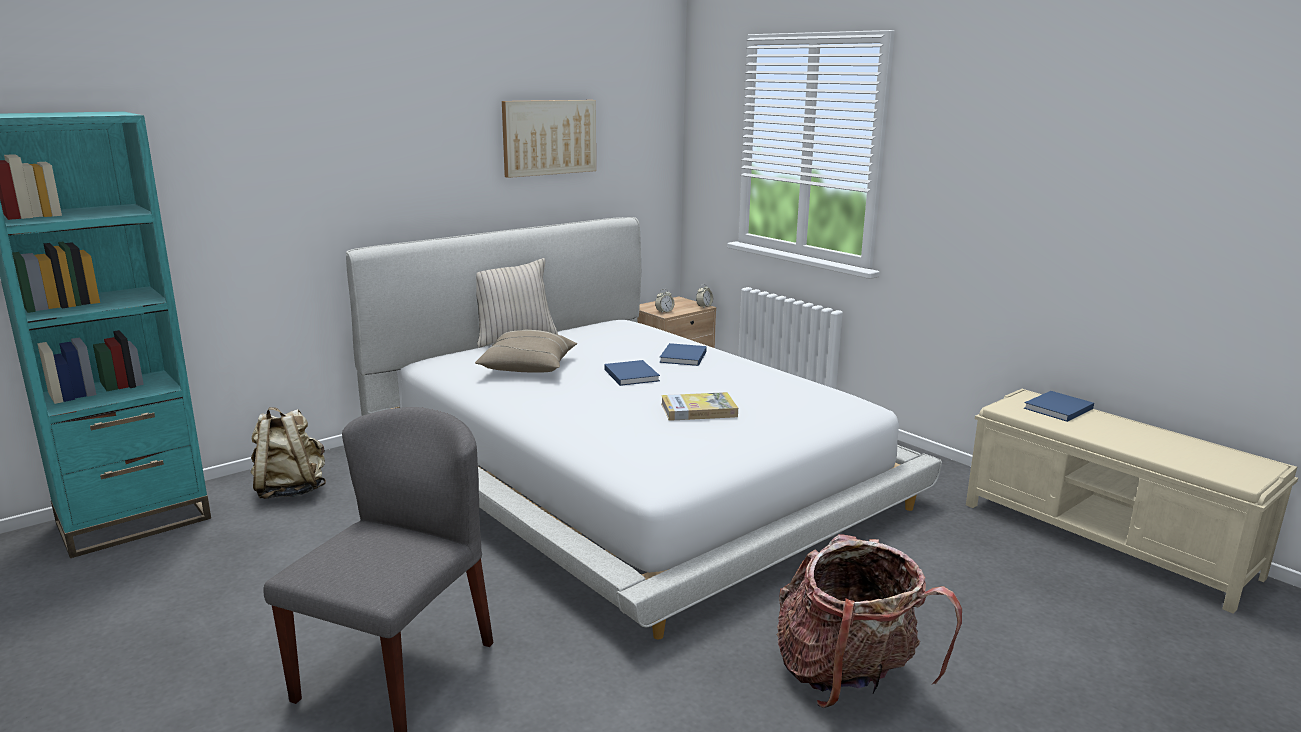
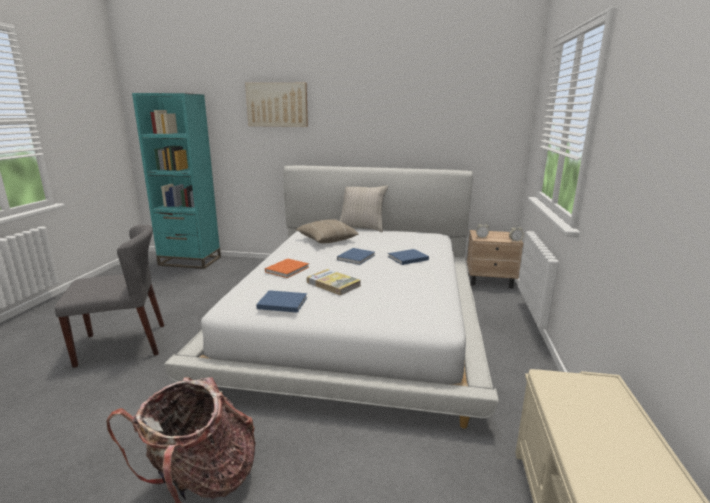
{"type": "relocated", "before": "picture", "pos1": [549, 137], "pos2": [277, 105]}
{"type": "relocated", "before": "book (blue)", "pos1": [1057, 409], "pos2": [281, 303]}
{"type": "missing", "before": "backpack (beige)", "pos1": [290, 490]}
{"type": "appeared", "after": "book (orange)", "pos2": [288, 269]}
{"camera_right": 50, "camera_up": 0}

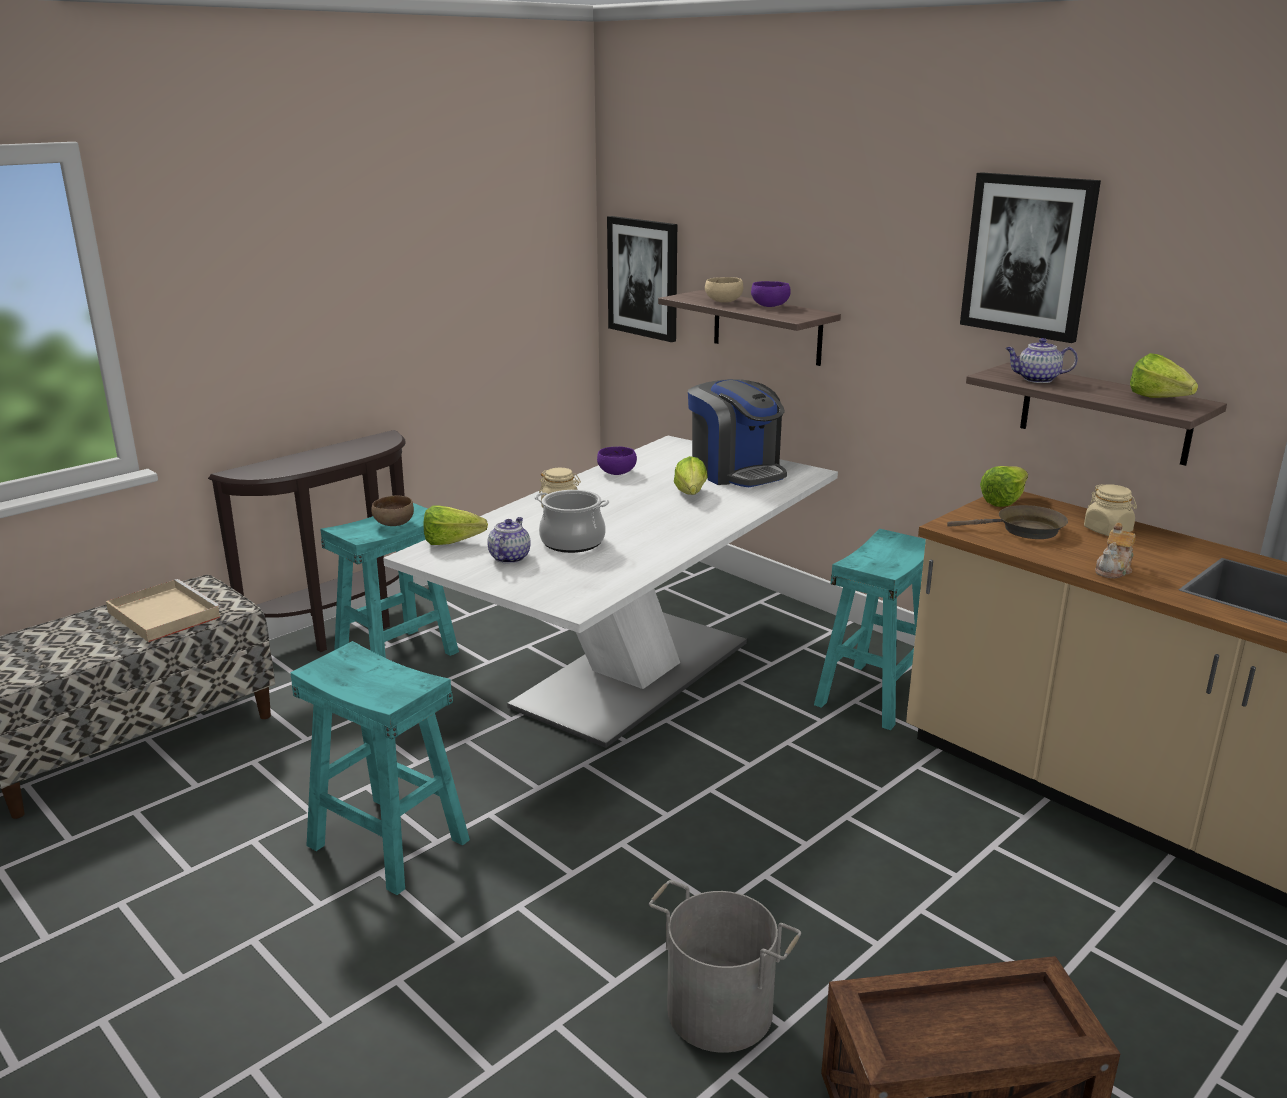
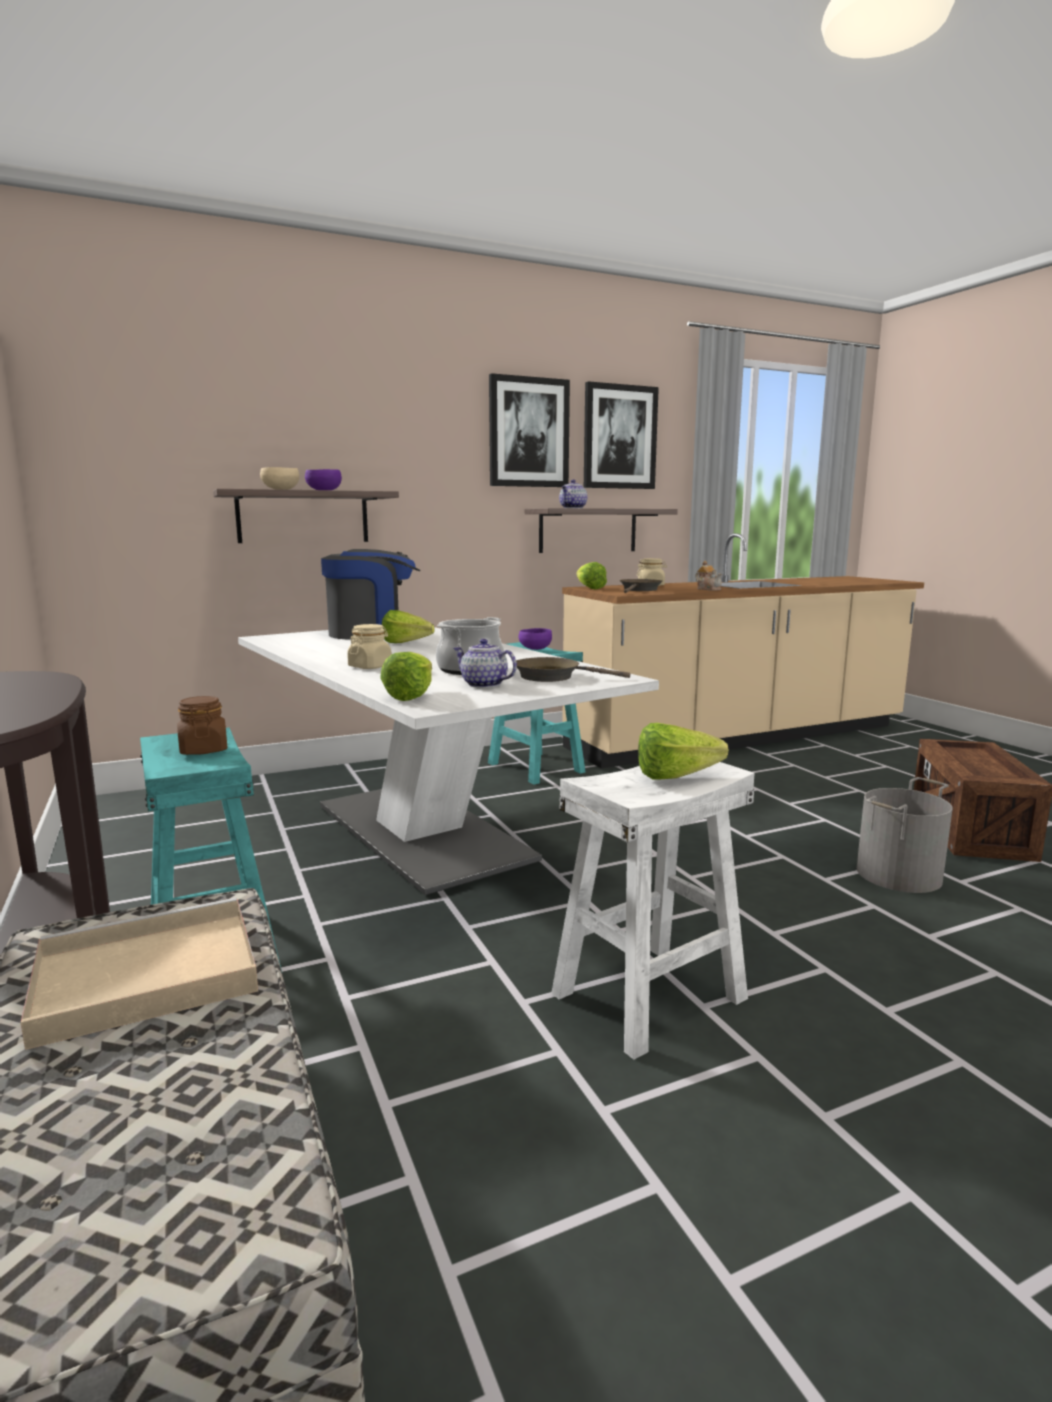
{"type": "relocated", "before": "picture", "pos1": [643, 278], "pos2": [619, 437]}
{"type": "relocated", "before": "lettuce", "pos1": [1162, 400], "pos2": [683, 777]}
{"type": "relocated", "before": "bowl (purple)", "pos1": [616, 472], "pos2": [534, 649]}
{"type": "exchanged", "before": "bowl (brown)", "after": "jar (brown)", "pos1": [393, 524], "pos2": [204, 750]}
{"type": "colour", "before": "stool (turquoise)", "after": "stool (white)", "pos1": [387, 843], "pos2": [649, 997]}
{"type": "appeared", "after": "frying pan (brown)", "pos2": [552, 677]}
{"camera_right": -70, "camera_up": -10}

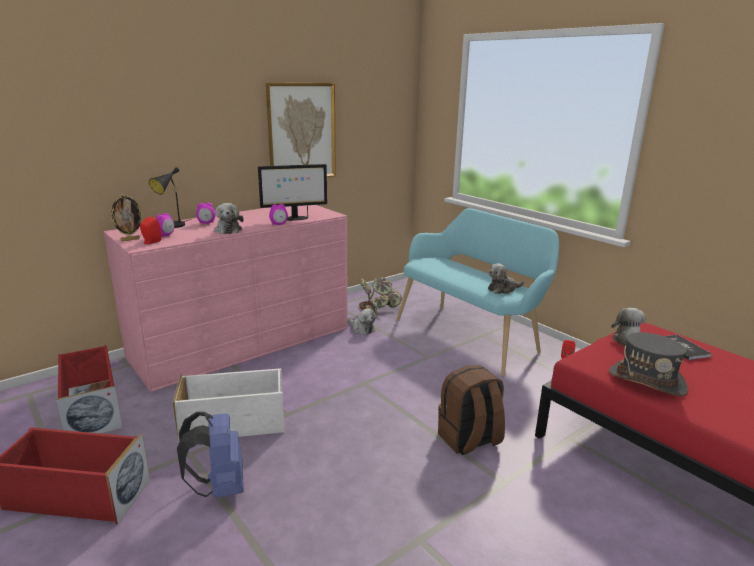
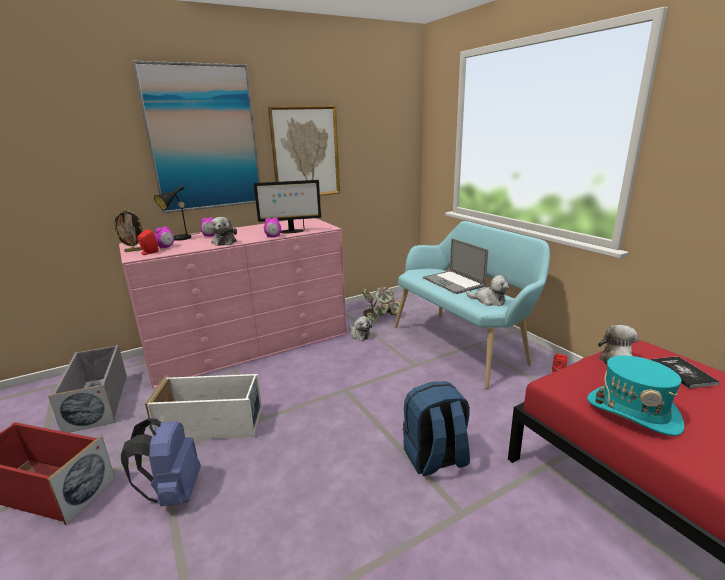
{"type": "spun", "before": "plush toy", "pos1": [503, 289], "pos2": [489, 301], "turn": -135}
{"type": "colour", "before": "hat (grey)", "after": "hat (turquoise)", "pos1": [647, 380], "pos2": [633, 412]}
{"type": "colour", "before": "storage box (red)", "after": "storage box (grey)", "pos1": [92, 408], "pos2": [98, 401]}
{"type": "colour", "before": "backpack (brown)", "after": "backpack (blue)", "pos1": [469, 440], "pos2": [435, 459]}
{"type": "appeared", "after": "picture", "pos2": [204, 139]}
{"type": "appeared", "after": "laptop", "pos2": [453, 282]}
{"camera_right": 10, "camera_up": 0}

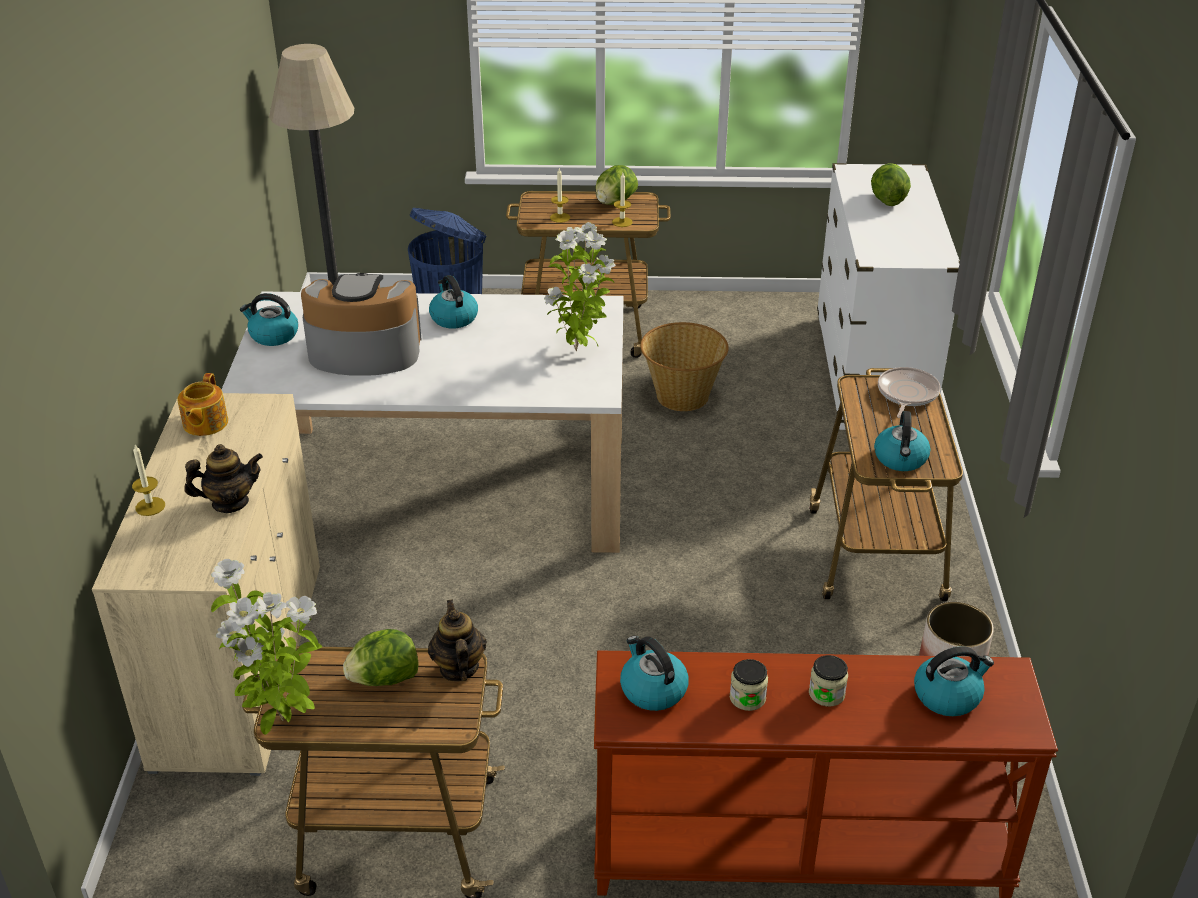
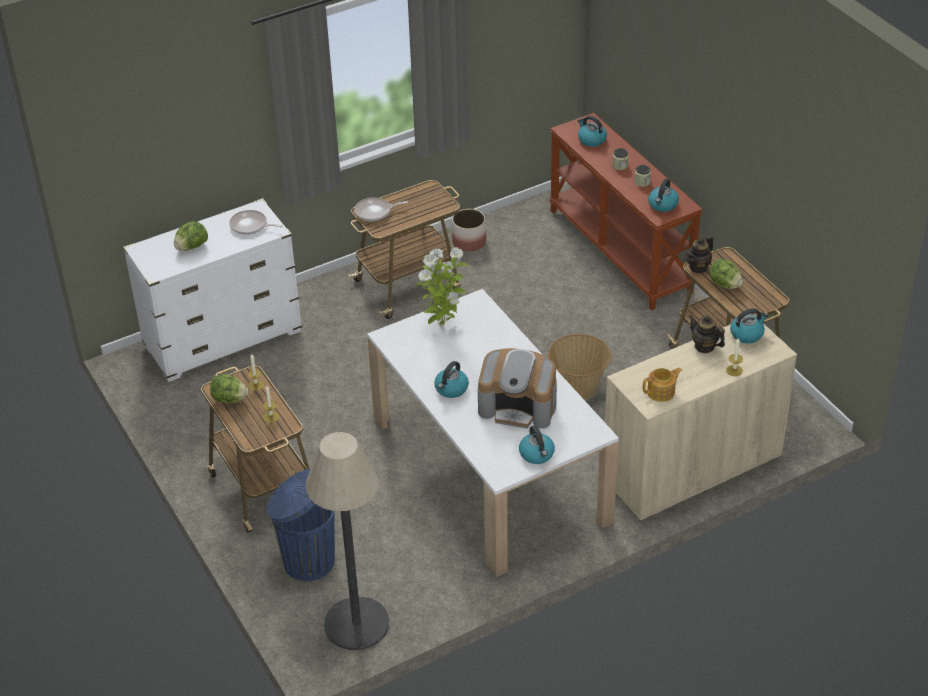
{"type": "spun", "before": "coffee machine", "pos1": [364, 352], "pos2": [518, 406], "turn": -45}
{"type": "relocated", "before": "basket", "pos1": [682, 396], "pos2": [578, 387]}
{"type": "relocated", "before": "kettle", "pos1": [900, 459], "pos2": [747, 334]}
{"type": "missing", "before": "potted plant", "pos1": [281, 723]}
{"type": "appeared", "after": "frying pan", "pos2": [250, 226]}
{"camera_right": -120, "camera_up": 5}

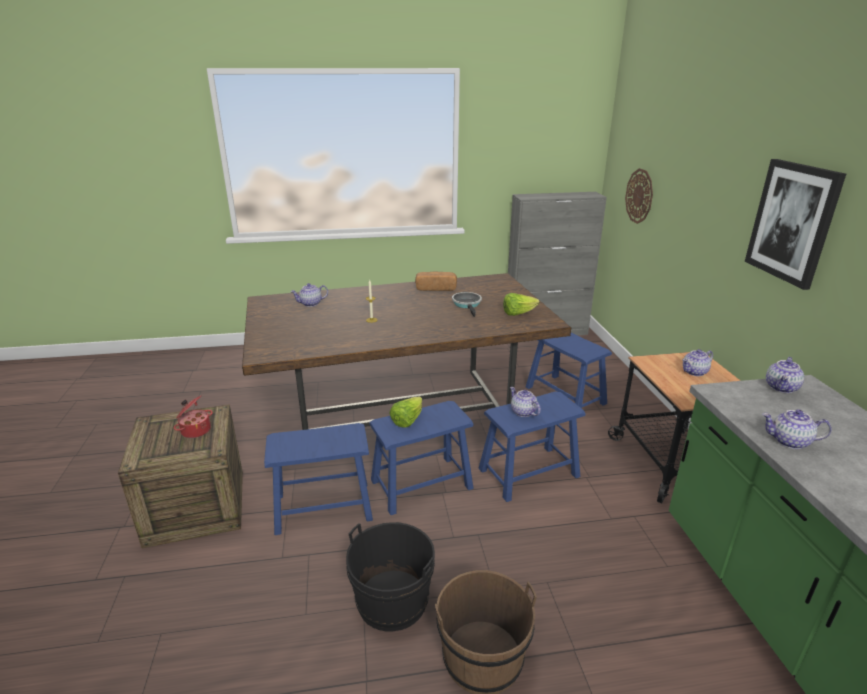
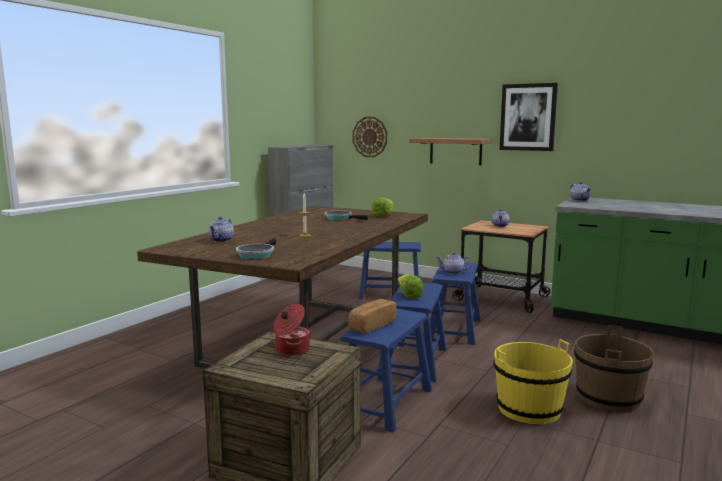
{"type": "relocated", "before": "bread", "pos1": [436, 288], "pos2": [371, 326]}
{"type": "missing", "before": "teapot", "pos1": [789, 441]}
{"type": "colour", "before": "bucket (black)", "after": "bucket (yellow)", "pos1": [392, 600], "pos2": [529, 409]}
{"type": "appeared", "after": "shelf", "pos2": [455, 151]}
{"type": "appeared", "after": "frying pan", "pos2": [256, 255]}
{"camera_right": -50, "camera_up": -15}

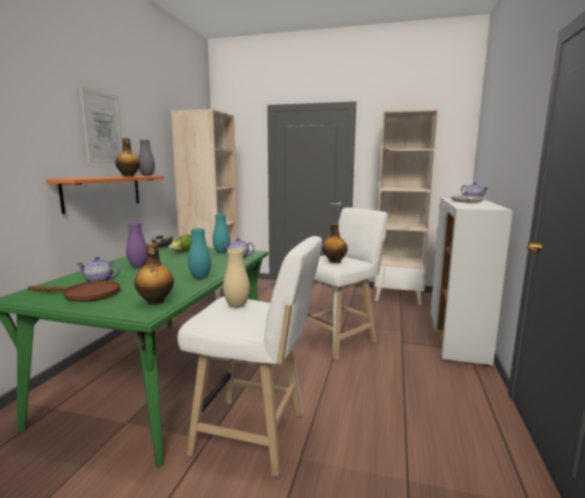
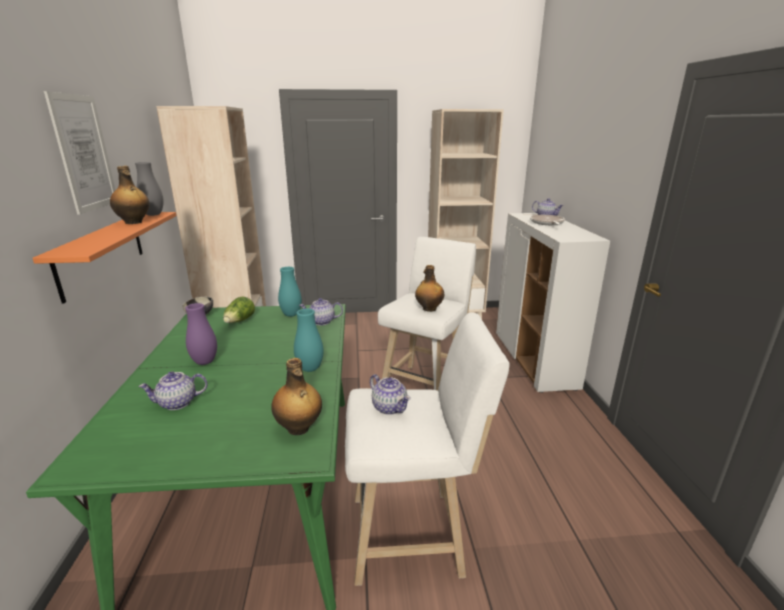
{"type": "exchanged", "before": "vase (beige)", "after": "teapot", "pos1": [237, 306], "pos2": [390, 407]}
{"type": "missing", "before": "frying pan (brown)", "pos1": [85, 294]}
{"camera_right": -20, "camera_up": 10}

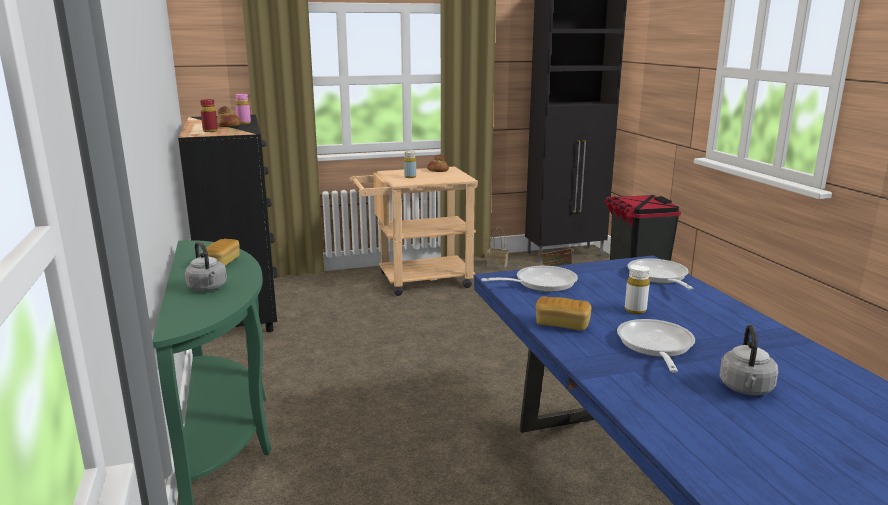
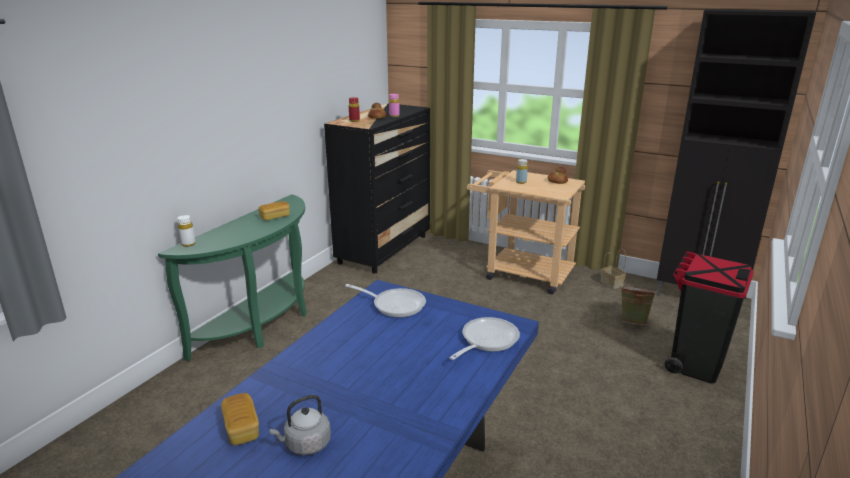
{"type": "missing", "before": "kettle (grey)", "pos1": [208, 288]}
{"type": "relocated", "before": "bottle (white)", "pos1": [635, 310], "pos2": [188, 244]}
{"type": "relocated", "before": "bread", "pos1": [562, 324], "pos2": [241, 429]}
{"type": "missing", "before": "frying pan", "pos1": [655, 347]}
{"camera_right": 45, "camera_up": 5}

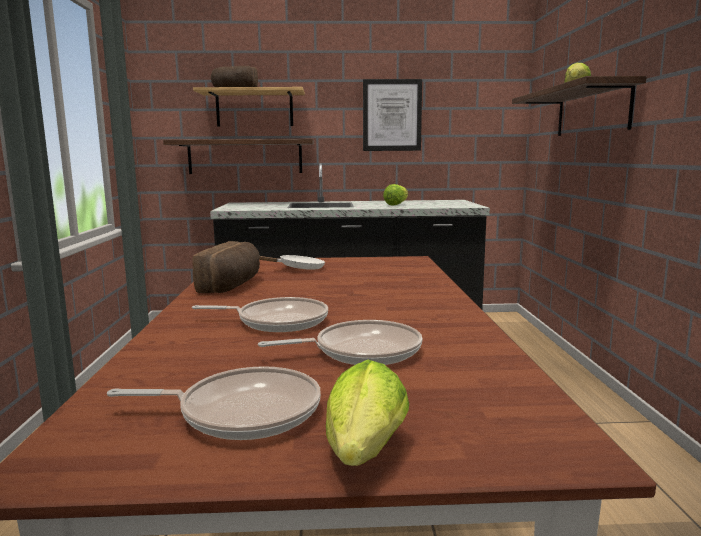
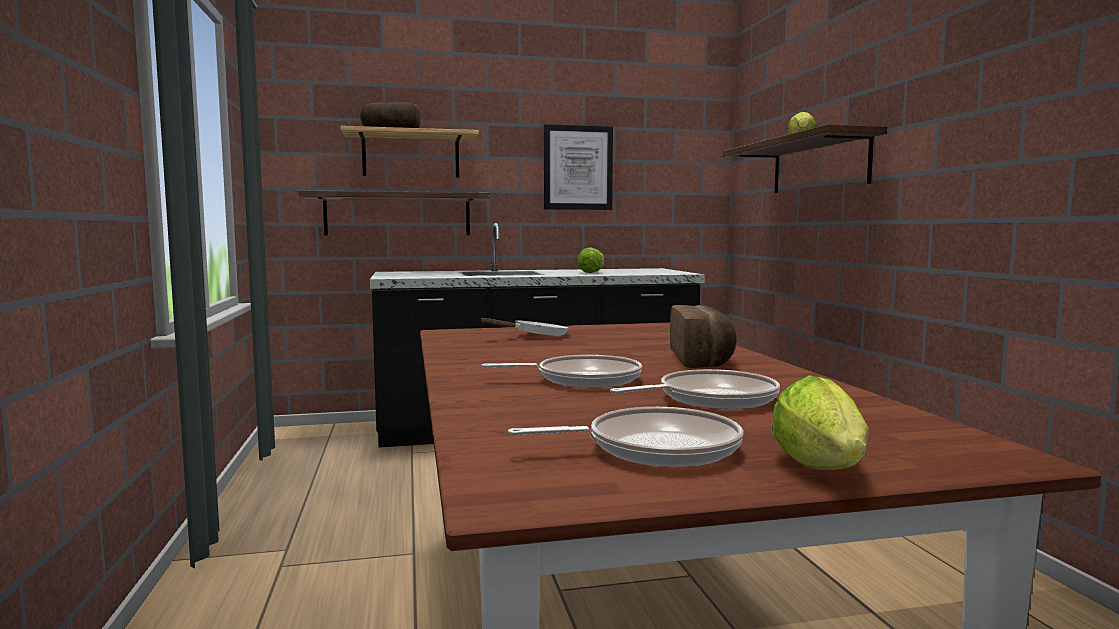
{"type": "relocated", "before": "bread", "pos1": [233, 285], "pos2": [703, 359]}
{"camera_right": -10, "camera_up": -5}

